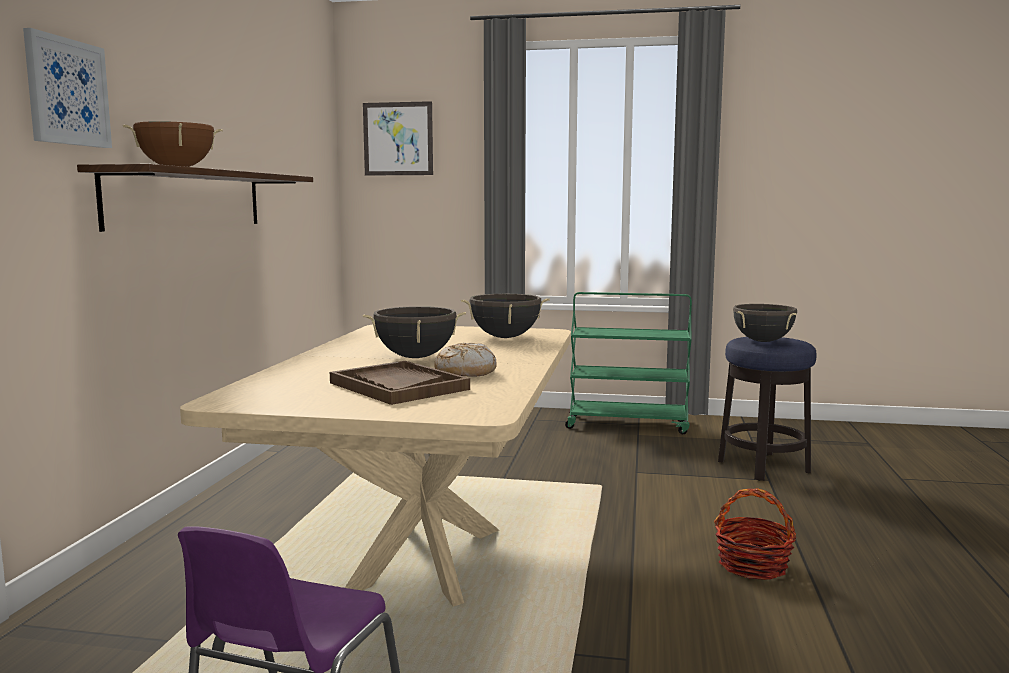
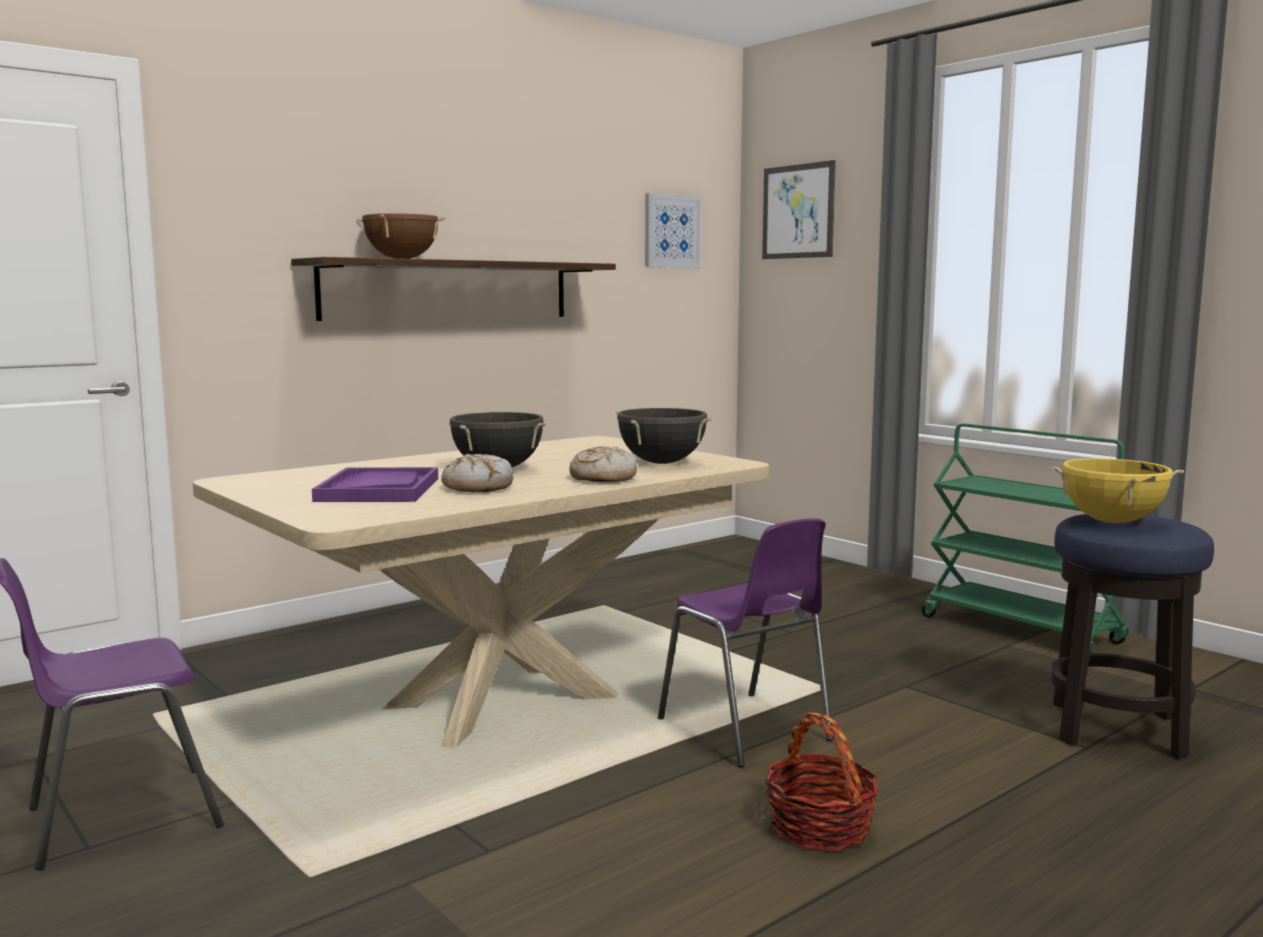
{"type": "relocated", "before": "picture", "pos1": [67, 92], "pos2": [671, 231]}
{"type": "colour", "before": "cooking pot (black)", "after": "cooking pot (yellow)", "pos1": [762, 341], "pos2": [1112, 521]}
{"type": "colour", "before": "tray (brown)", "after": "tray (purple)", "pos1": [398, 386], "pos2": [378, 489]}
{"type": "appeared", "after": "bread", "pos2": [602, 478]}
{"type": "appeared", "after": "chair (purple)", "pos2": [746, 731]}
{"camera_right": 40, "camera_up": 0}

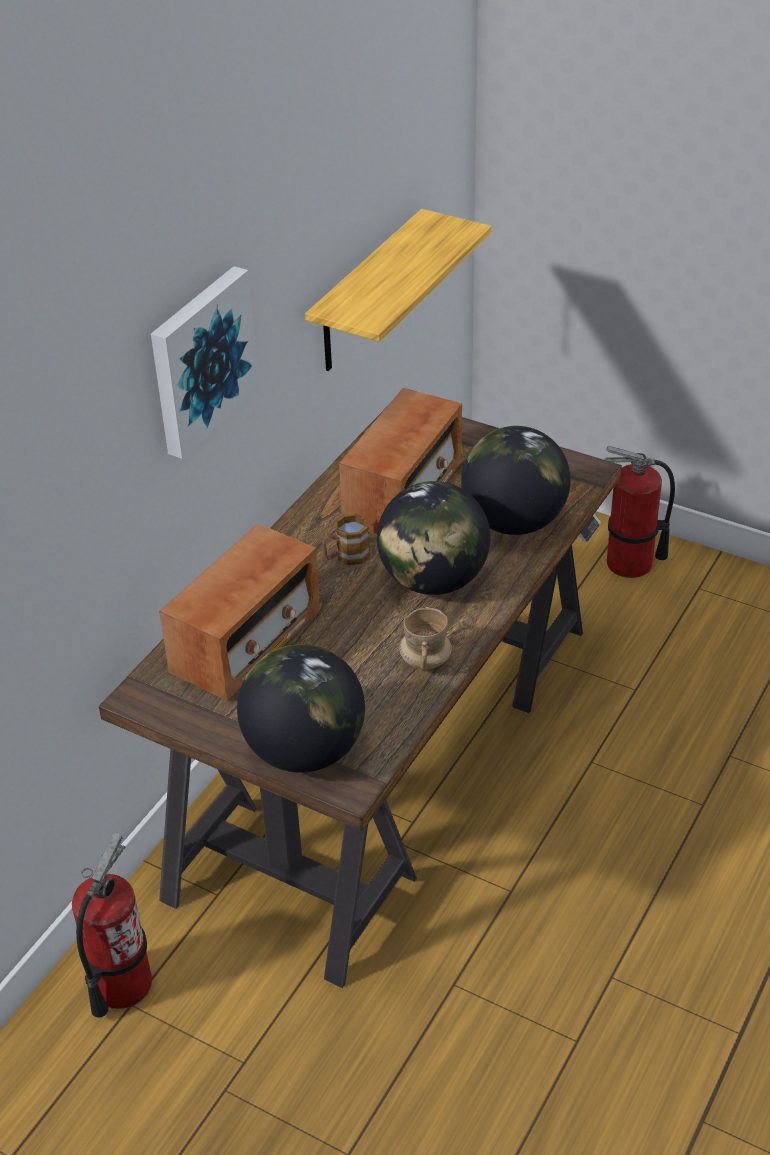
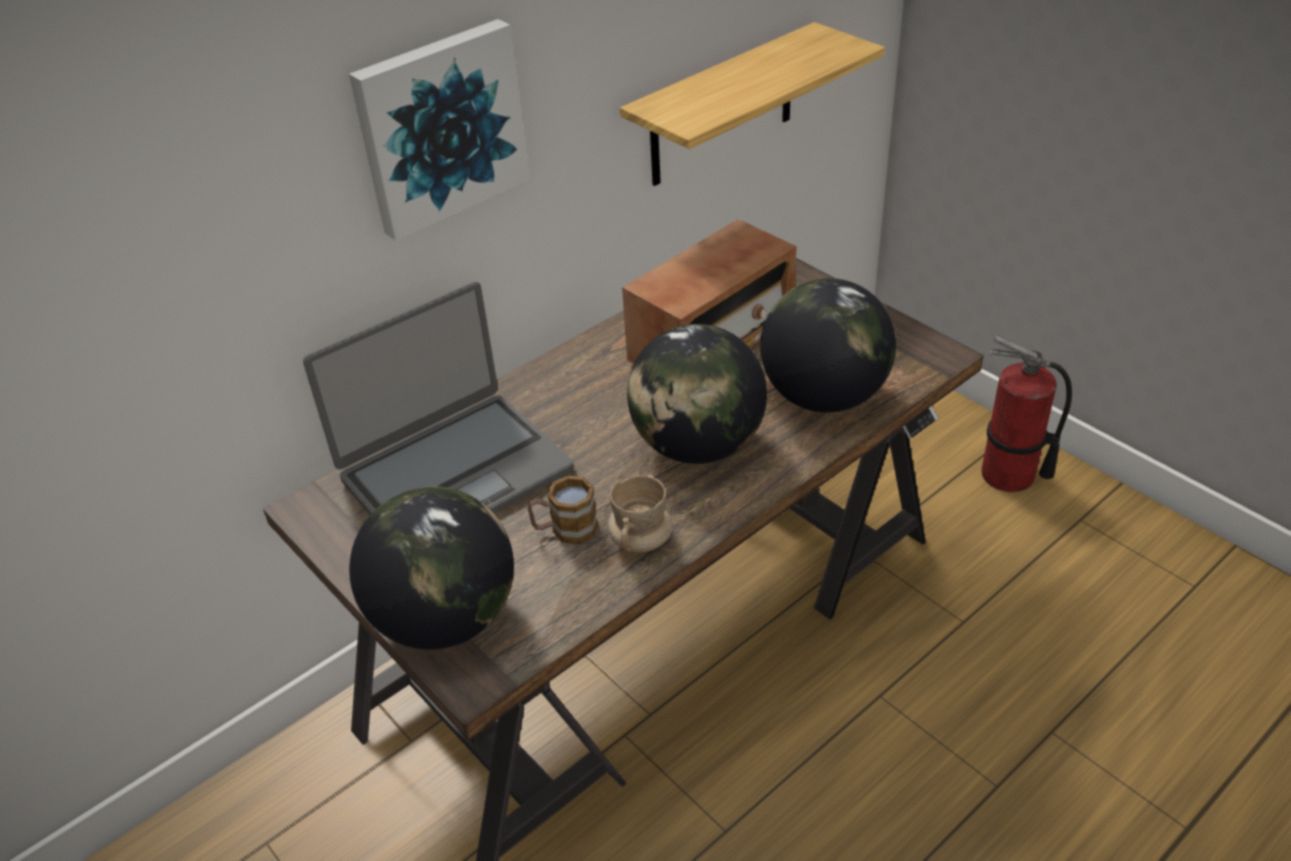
{"type": "relocated", "before": "mug", "pos1": [346, 556], "pos2": [565, 529]}
{"type": "exchanged", "before": "radio", "after": "laptop", "pos1": [246, 643], "pos2": [454, 473]}
{"type": "missing", "before": "fire extinguisher", "pos1": [121, 984]}
{"camera_right": 20, "camera_up": 0}

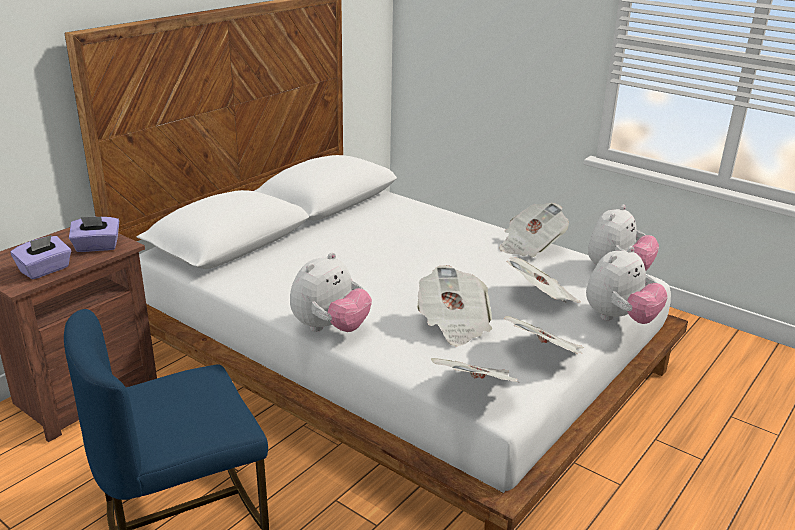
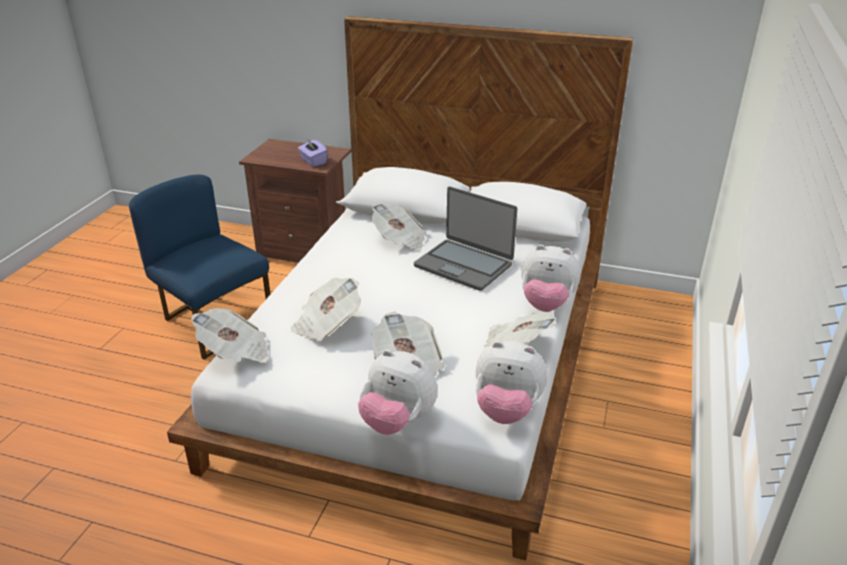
{"type": "missing", "before": "tissue box (purple)", "pos1": [45, 270]}
{"type": "relocated", "before": "plush toy", "pos1": [330, 328], "pos2": [546, 304]}
{"type": "relocated", "before": "newspaper", "pos1": [544, 354], "pos2": [400, 240]}
{"type": "appeared", "after": "laptop", "pos2": [464, 265]}
{"camera_right": 70, "camera_up": 5}

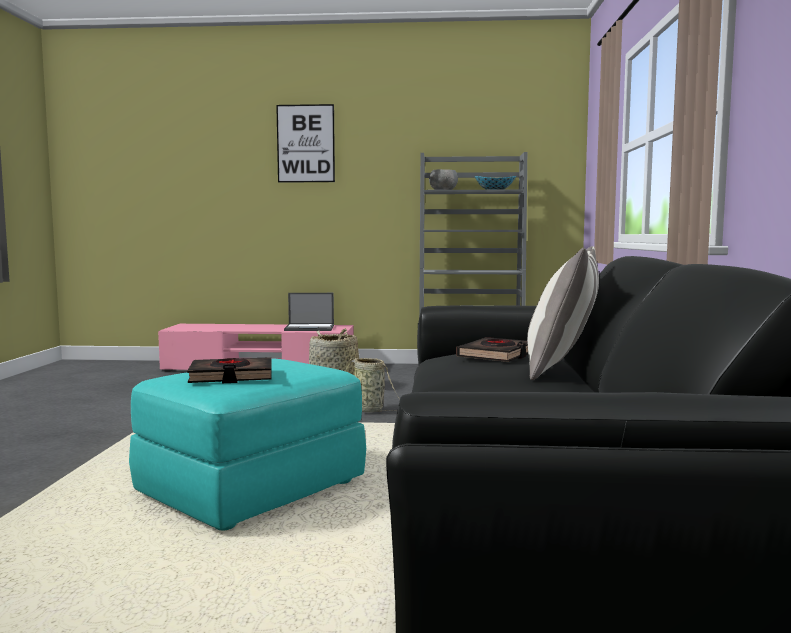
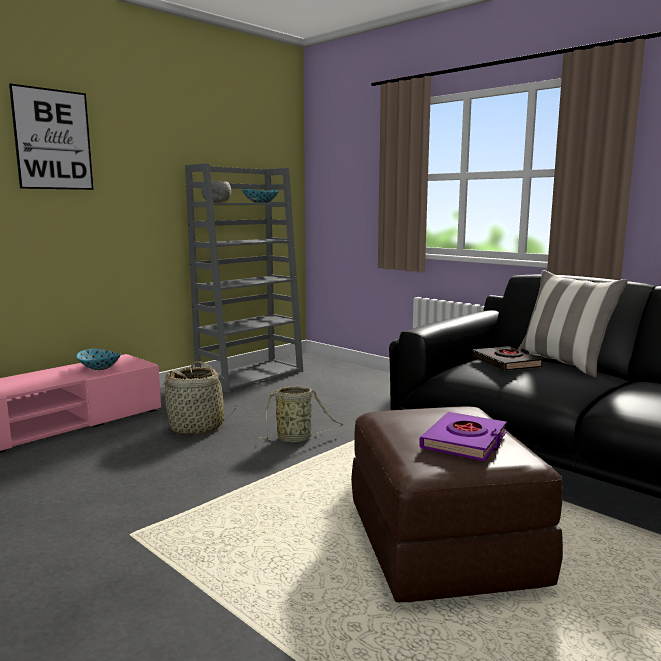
{"type": "exchanged", "before": "laptop", "after": "bowl", "pos1": [310, 328], "pos2": [100, 368]}
{"type": "colour", "before": "book (black)", "after": "book (purple)", "pos1": [231, 377], "pos2": [465, 442]}
{"type": "colour", "before": "ottoman (turquoise)", "after": "ottoman (brown)", "pos1": [252, 487], "pos2": [441, 544]}
{"camera_right": -50, "camera_up": 5}

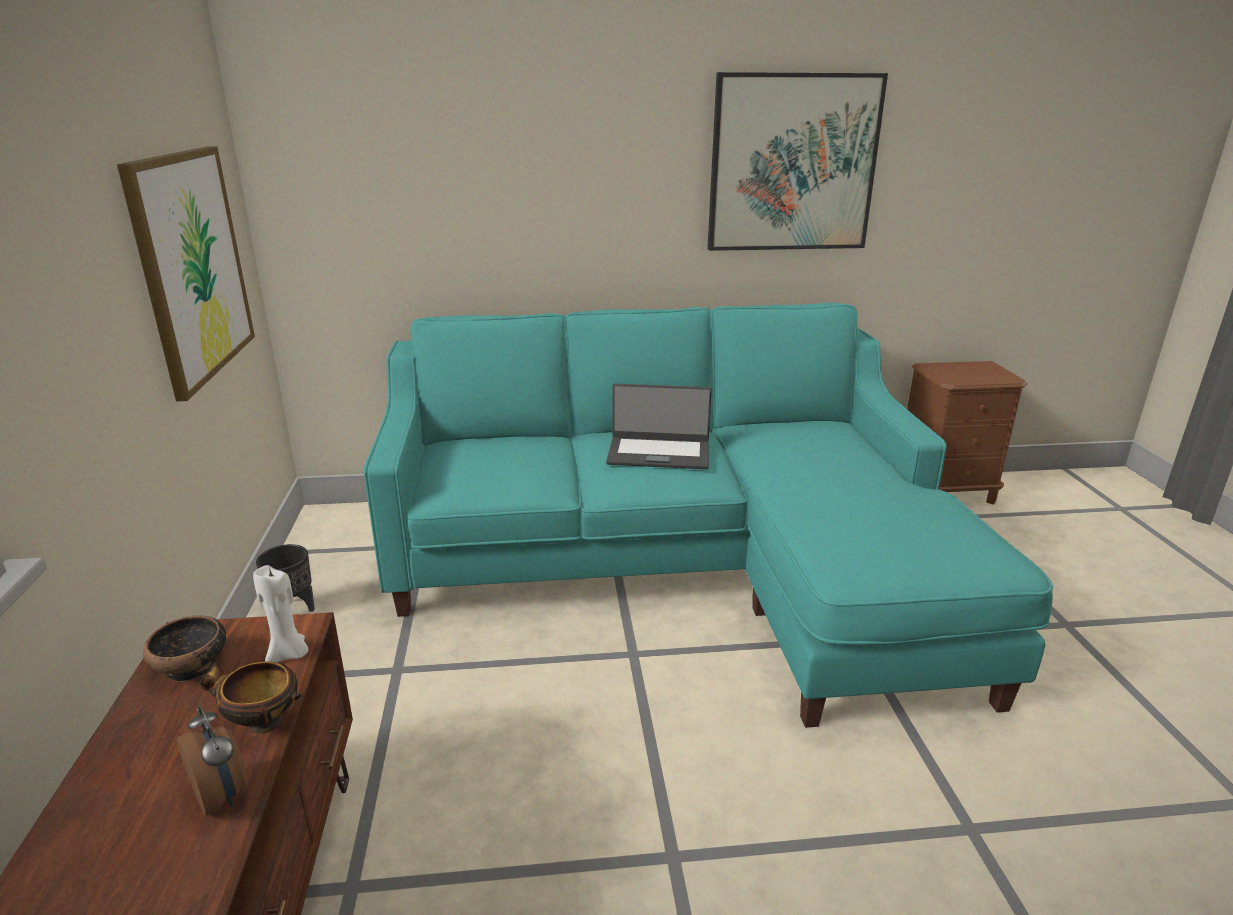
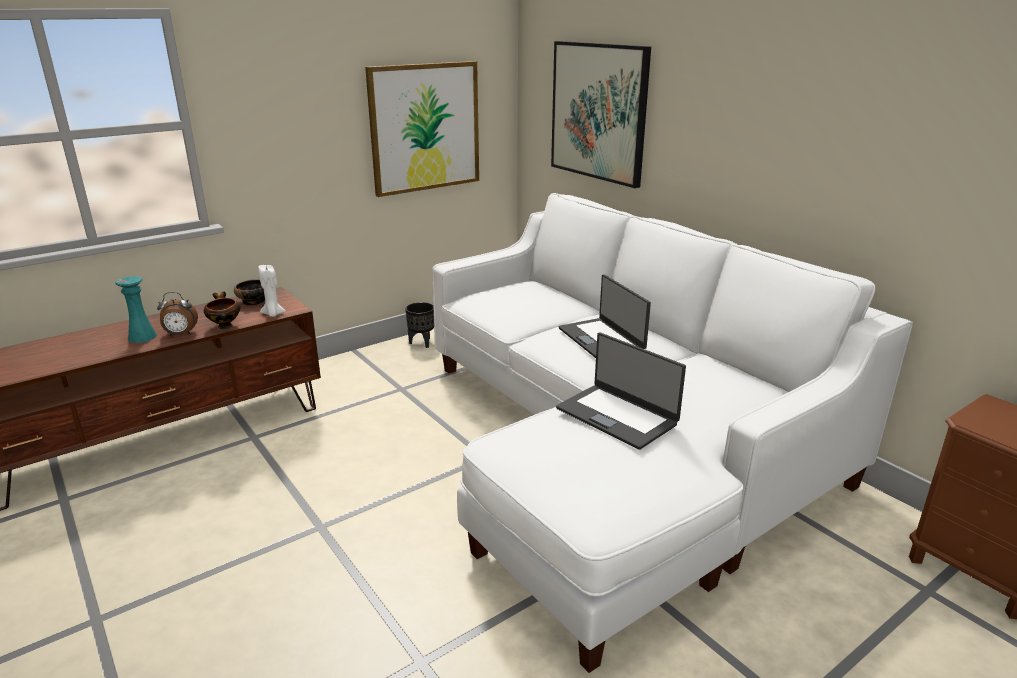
{"type": "relocated", "before": "picture", "pos1": [792, 164], "pos2": [598, 112]}
{"type": "colour", "before": "sofa (turquoise)", "after": "sofa (white)", "pos1": [685, 564], "pos2": [614, 446]}
{"type": "spun", "before": "alarm clock", "pos1": [223, 794], "pos2": [181, 334], "turn": 60}
{"type": "appeared", "after": "vase (turquoise)", "pos2": [142, 337]}
{"type": "appeared", "after": "laptop", "pos2": [617, 416]}
{"camera_right": 60, "camera_up": 0}

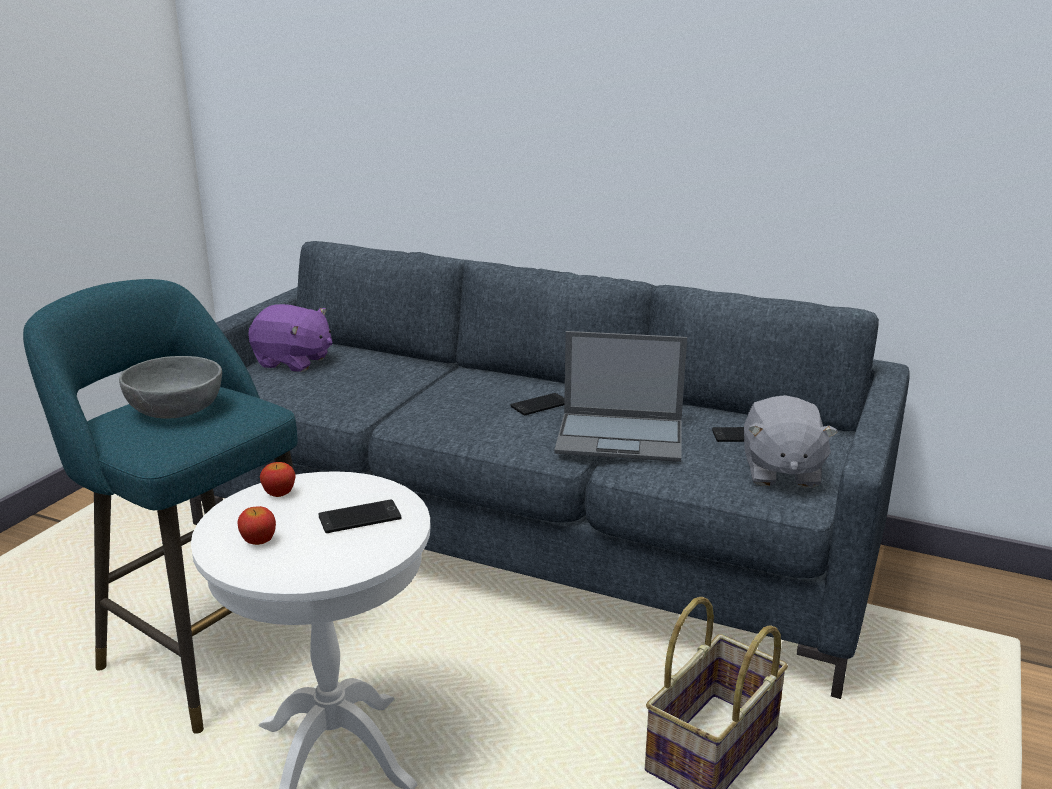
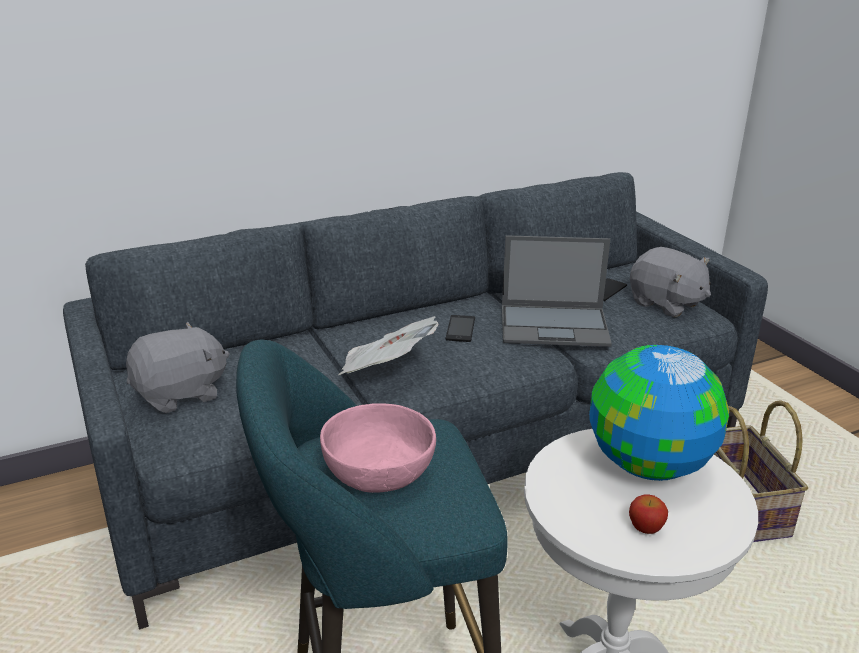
{"type": "colour", "before": "plush toy (purple)", "after": "plush toy (grey)", "pos1": [293, 362], "pos2": [181, 394]}
{"type": "spun", "before": "laptop", "pos1": [621, 437], "pos2": [555, 325], "turn": 45}
{"type": "colour", "before": "bowl (grey)", "after": "bowl (pink)", "pos1": [176, 408], "pos2": [379, 470]}
{"type": "missing", "before": "apple", "pos1": [279, 493]}
{"type": "exchanged", "before": "phone", "after": "globe", "pos1": [360, 517], "pos2": [648, 465]}
{"type": "appeared", "after": "newspaper", "pos2": [386, 369]}
{"camera_right": -50, "camera_up": 5}

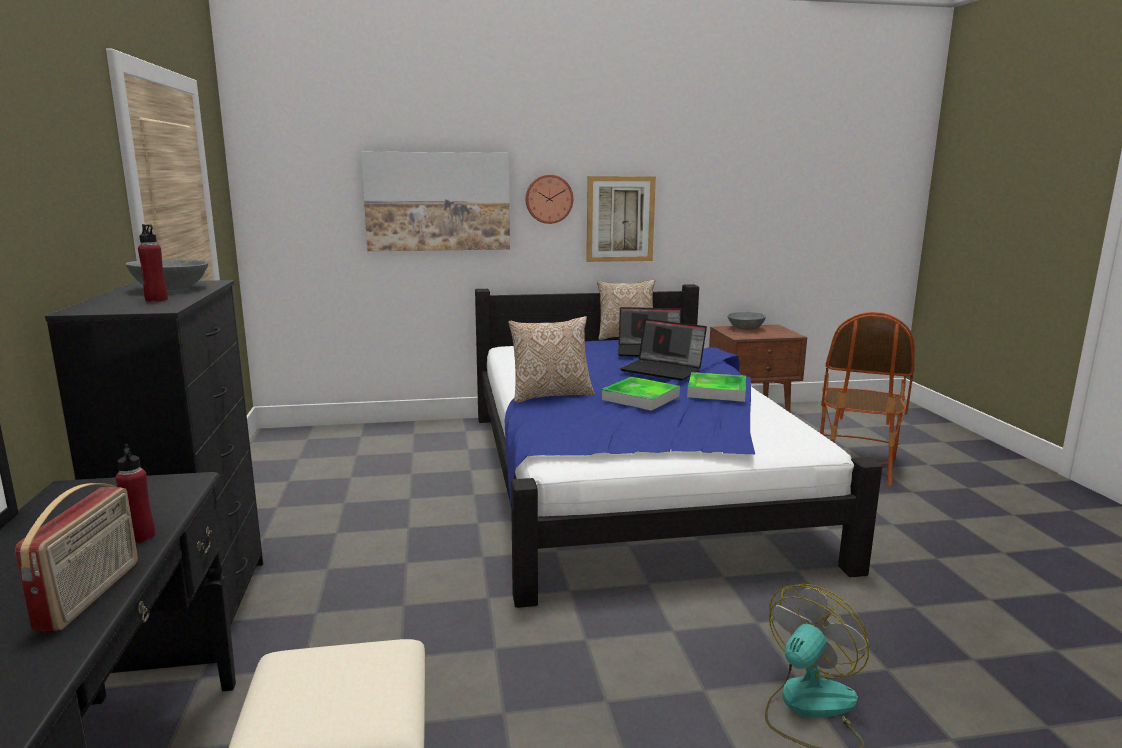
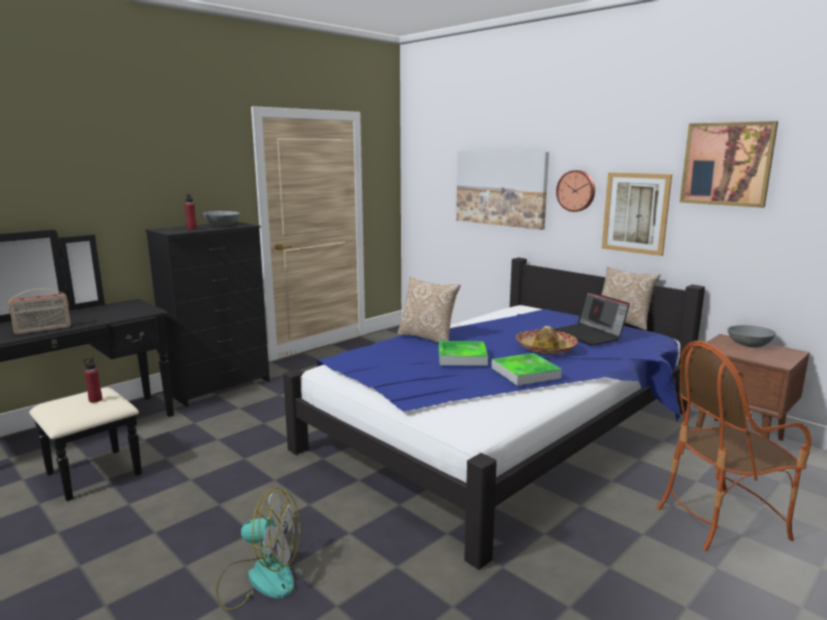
{"type": "exchanged", "before": "laptop", "after": "hat", "pos1": [663, 370], "pos2": [545, 348]}
{"type": "relocated", "before": "bottle (red)", "pos1": [140, 537], "pos2": [95, 400]}
{"type": "appeared", "after": "picture", "pos2": [727, 164]}
{"camera_right": 55, "camera_up": 0}

